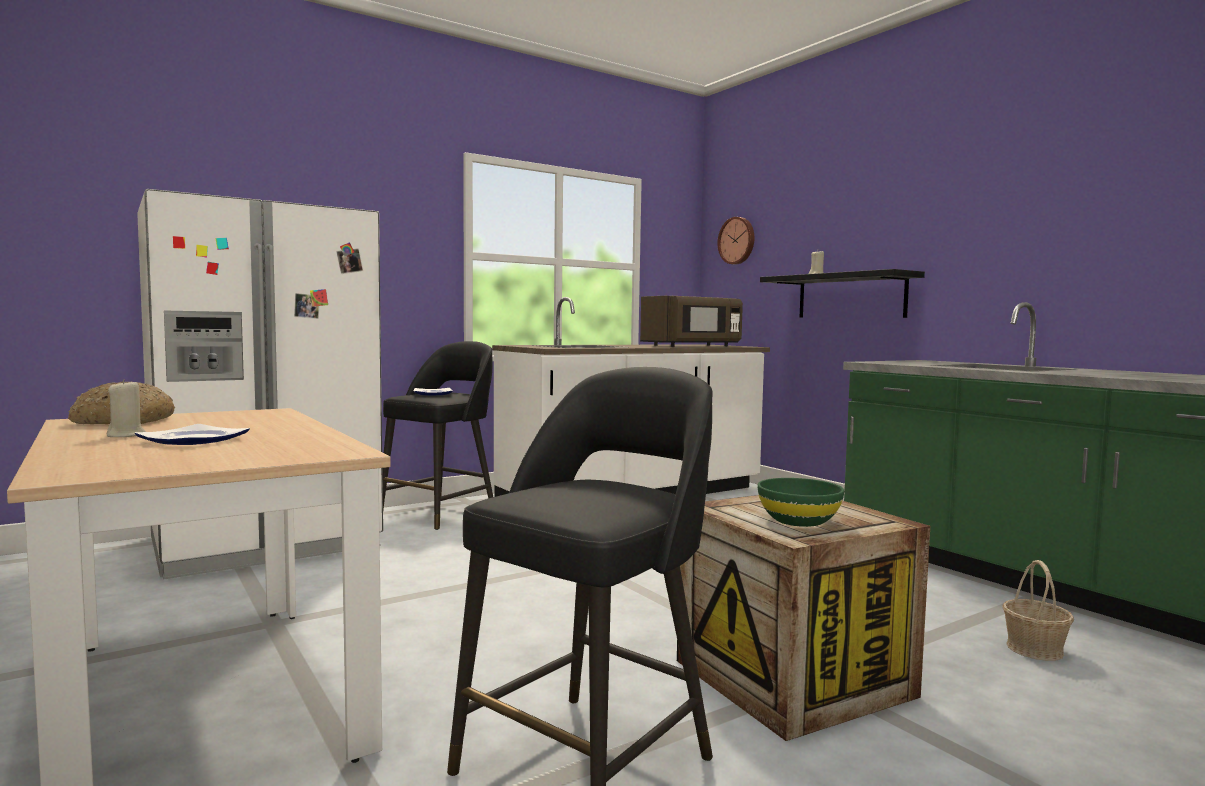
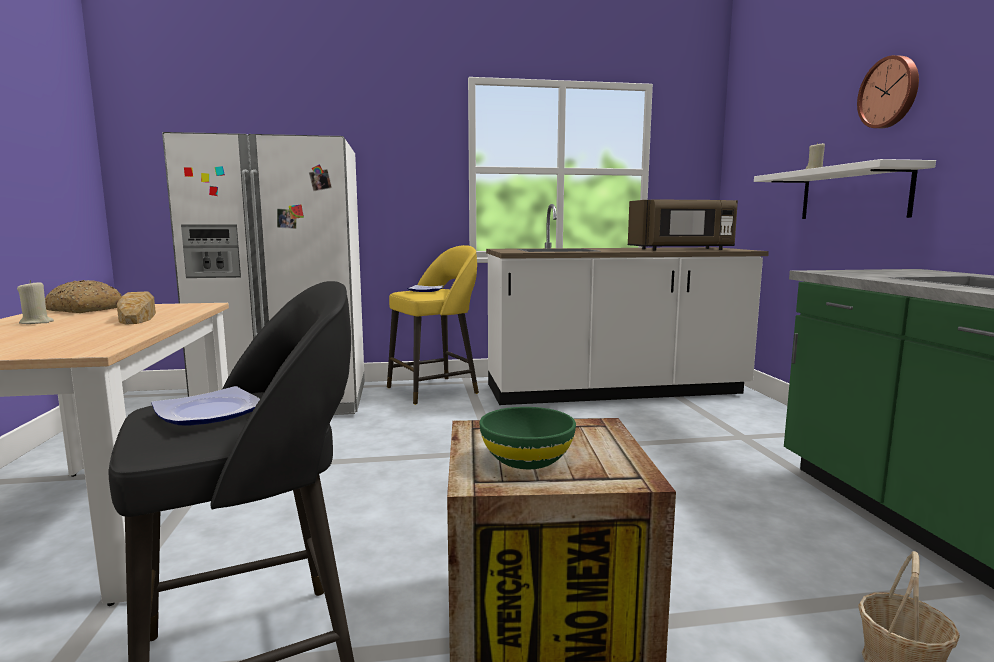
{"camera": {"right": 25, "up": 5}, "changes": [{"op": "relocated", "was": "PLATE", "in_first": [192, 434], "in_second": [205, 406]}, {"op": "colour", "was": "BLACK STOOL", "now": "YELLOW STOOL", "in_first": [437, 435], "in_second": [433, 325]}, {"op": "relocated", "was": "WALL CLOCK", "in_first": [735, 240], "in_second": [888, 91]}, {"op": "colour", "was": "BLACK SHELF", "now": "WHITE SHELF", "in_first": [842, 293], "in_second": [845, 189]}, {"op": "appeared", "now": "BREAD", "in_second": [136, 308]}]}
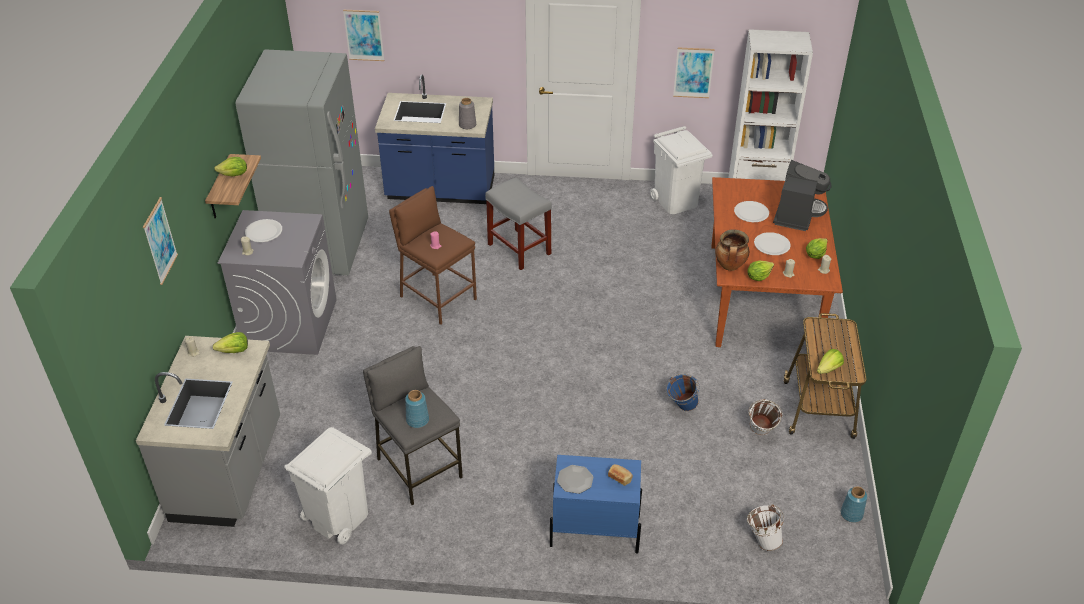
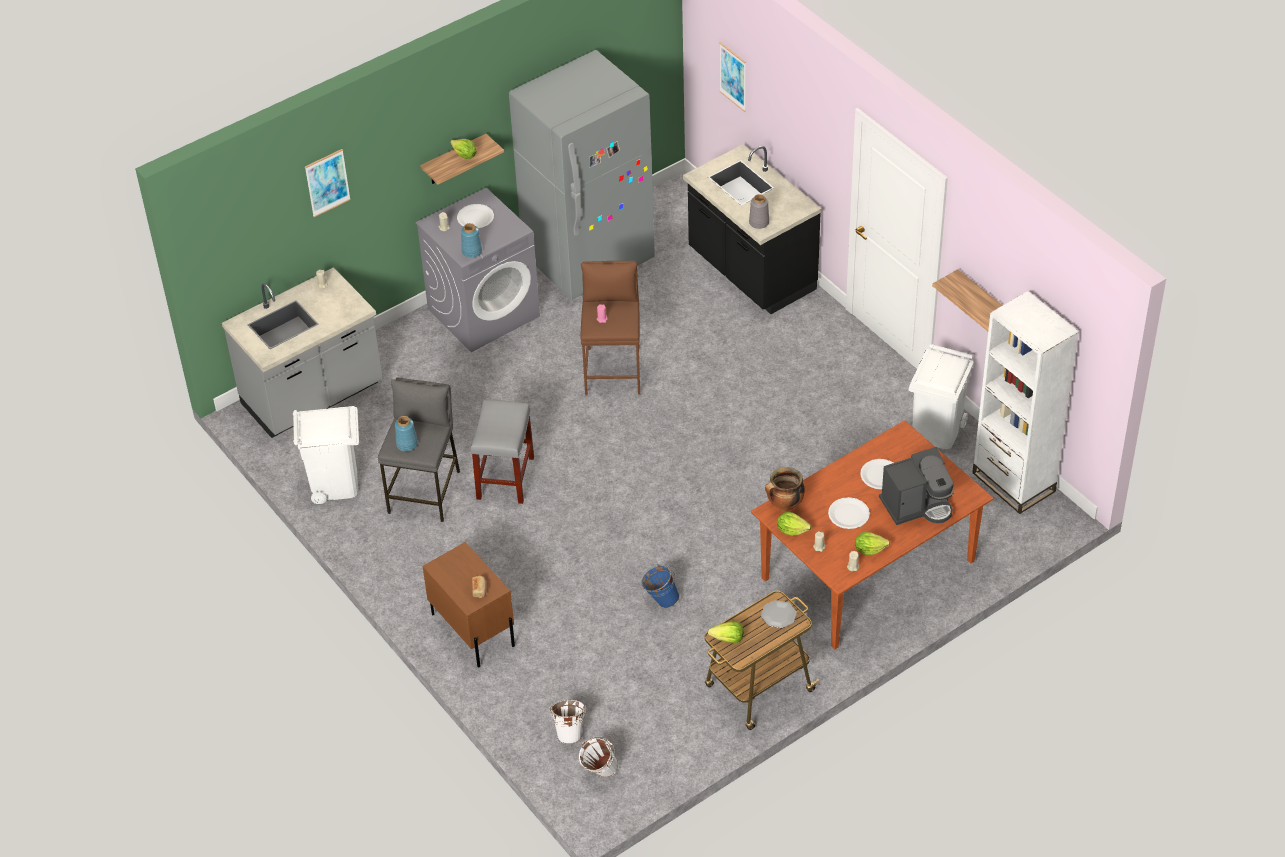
{"camera": {"right": 50, "up": 5}, "changes": [{"op": "missing", "was": "LETTUCE", "in_first": [230, 342]}, {"op": "colour", "was": "BLUE COUNTER", "now": "BLACK COUNTER", "in_first": [434, 139], "in_second": [752, 229]}, {"op": "relocated", "was": "GREY STOOL", "in_first": [518, 223], "in_second": [502, 452]}, {"op": "colour", "was": "BLUE NIGHTSTAND", "now": "BROWN NIGHTSTAND", "in_first": [596, 504], "in_second": [469, 604]}, {"op": "relocated", "was": "PLATE", "in_first": [575, 479], "in_second": [779, 614]}, {"op": "exchanged", "was": "PICTURE", "now": "SHELF", "in_first": [694, 72], "in_second": [967, 300]}, {"op": "relocated", "was": "WHITE BUCKET", "in_first": [766, 417], "in_second": [598, 757]}, {"op": "relocated", "was": "BLUE VASE", "in_first": [854, 504], "in_second": [471, 240]}]}
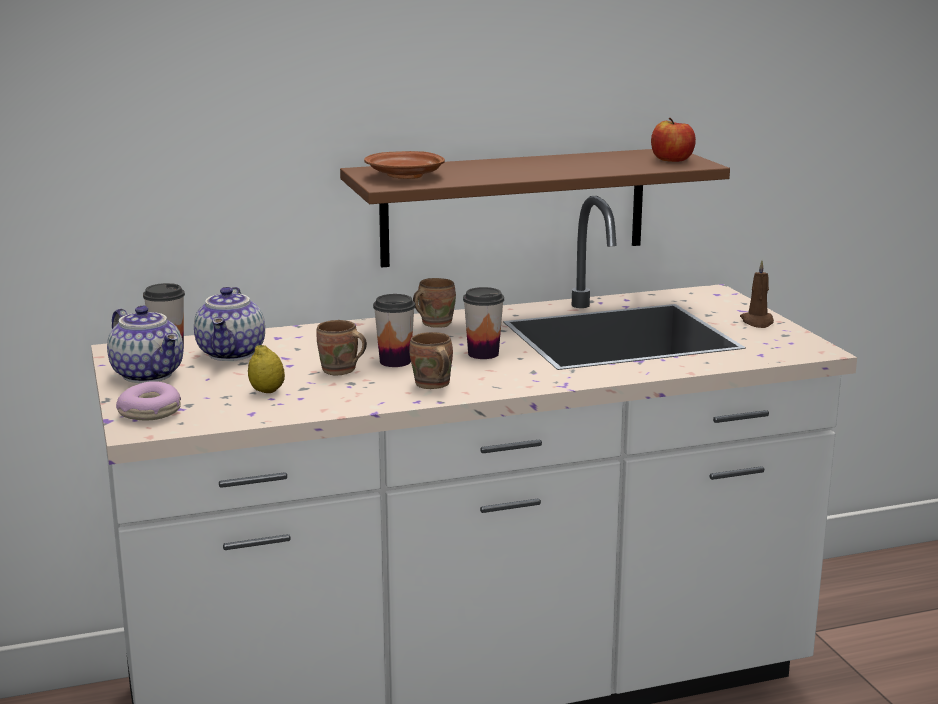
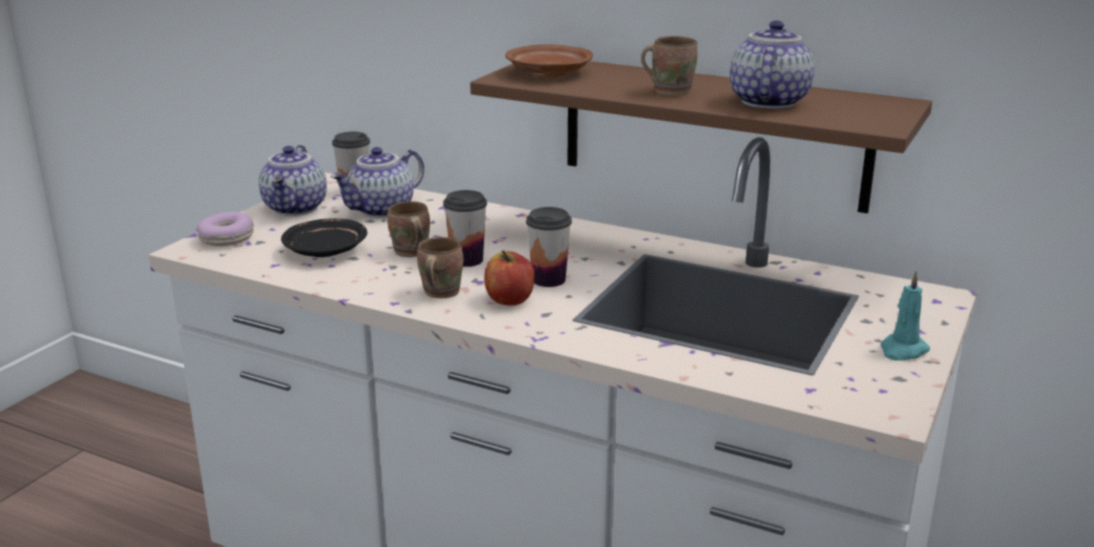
{"camera": {"right": 45, "up": 5}, "changes": [{"op": "exchanged", "was": "LEMON", "now": "BLACK PLATE", "in_first": [266, 369], "in_second": [324, 238]}, {"op": "relocated", "was": "BROWN MUG", "in_first": [434, 303], "in_second": [669, 66]}, {"op": "relocated", "was": "APPLE", "in_first": [673, 140], "in_second": [509, 278]}, {"op": "colour", "was": "BROWN CANDLE", "now": "TURQUOISE CANDLE", "in_first": [757, 294], "in_second": [905, 316]}, {"op": "appeared", "now": "TEAPOT", "in_second": [772, 64]}]}
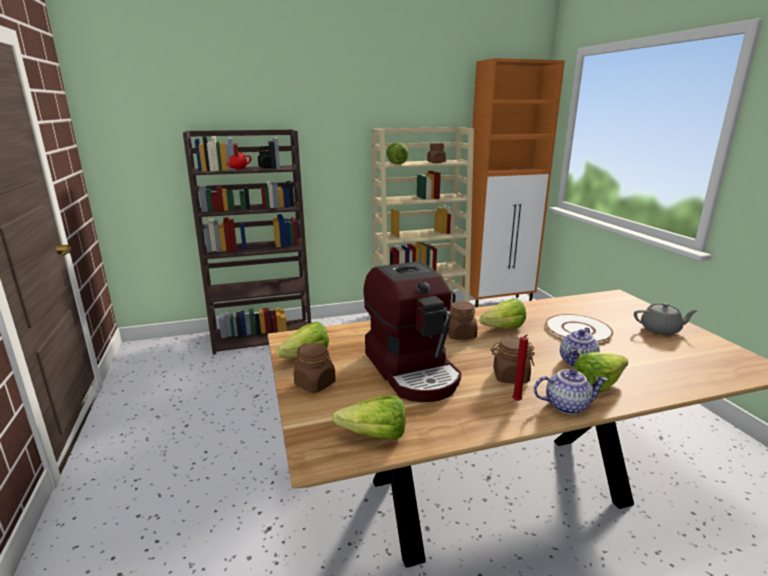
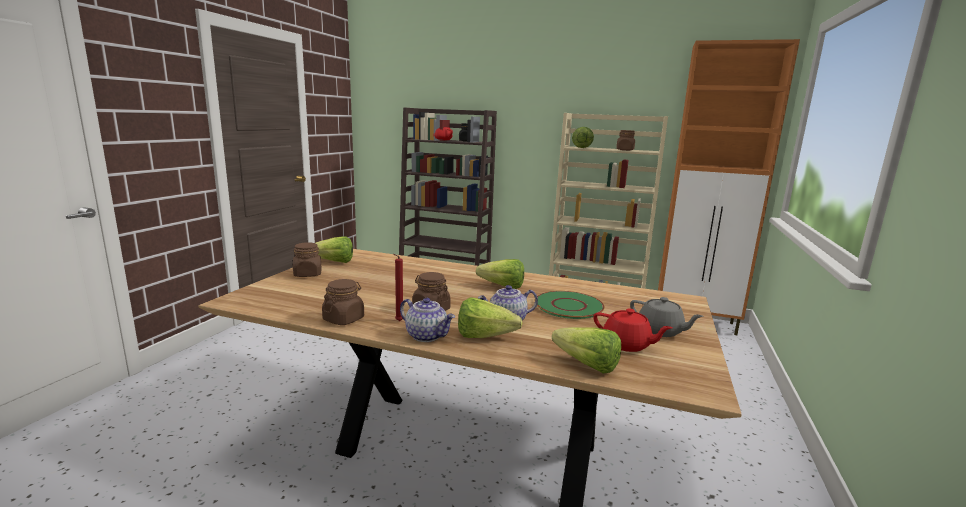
{"camera": {"right": 35, "up": -5}, "changes": [{"op": "relocated", "was": "LETTUCE", "in_first": [369, 417], "in_second": [586, 350]}, {"op": "missing", "was": "COFFEE MACHINE", "in_first": [412, 331]}, {"op": "relocated", "was": "BROWN JAR", "in_first": [462, 320], "in_second": [343, 302]}, {"op": "colour", "was": "WHITE PLATE", "now": "GREEN PLATE", "in_first": [579, 328], "in_second": [569, 305]}, {"op": "appeared", "now": "RED TEAPOT", "in_second": [633, 330]}]}
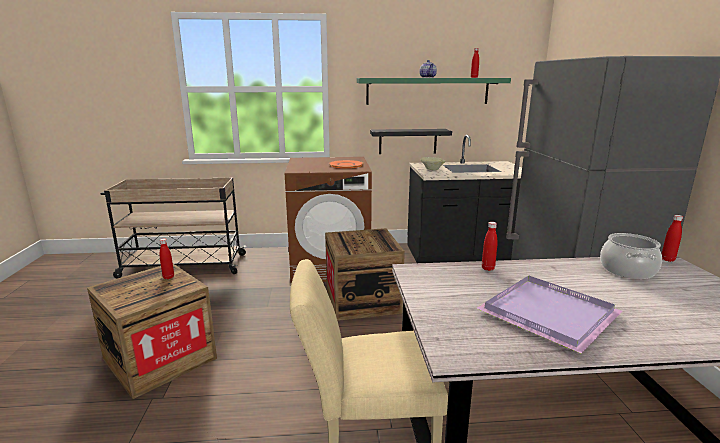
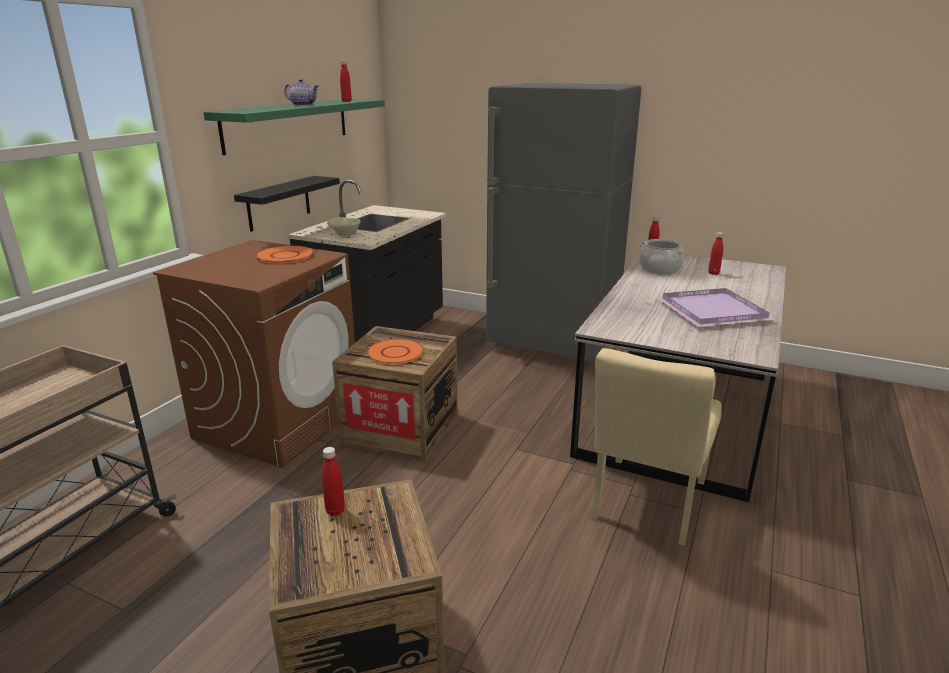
{"camera": {"right": -60, "up": 5}, "changes": [{"op": "relocated", "was": "RED BOTTLE", "in_first": [489, 246], "in_second": [715, 253]}, {"op": "appeared", "now": "ORANGE PLATE", "in_second": [395, 351]}]}
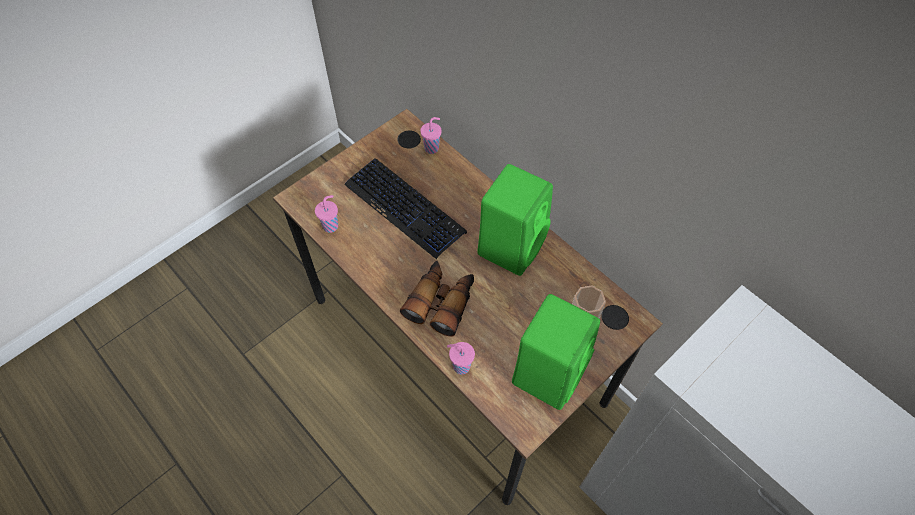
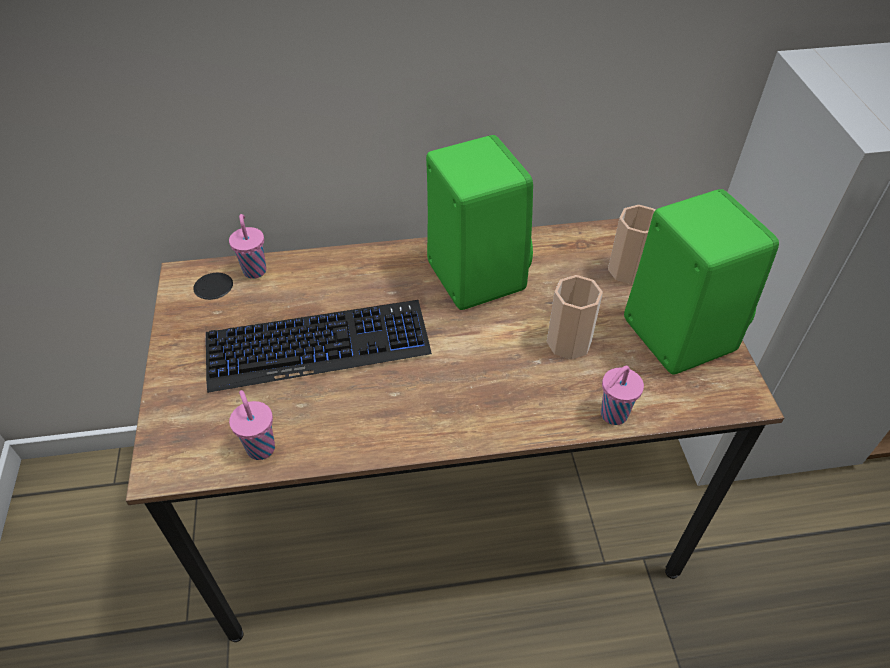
{"camera": {"right": -55, "up": -10}, "changes": [{"op": "missing", "was": "BINOCULARS", "in_first": [437, 299]}, {"op": "appeared", "now": "CUP", "in_second": [575, 317]}]}
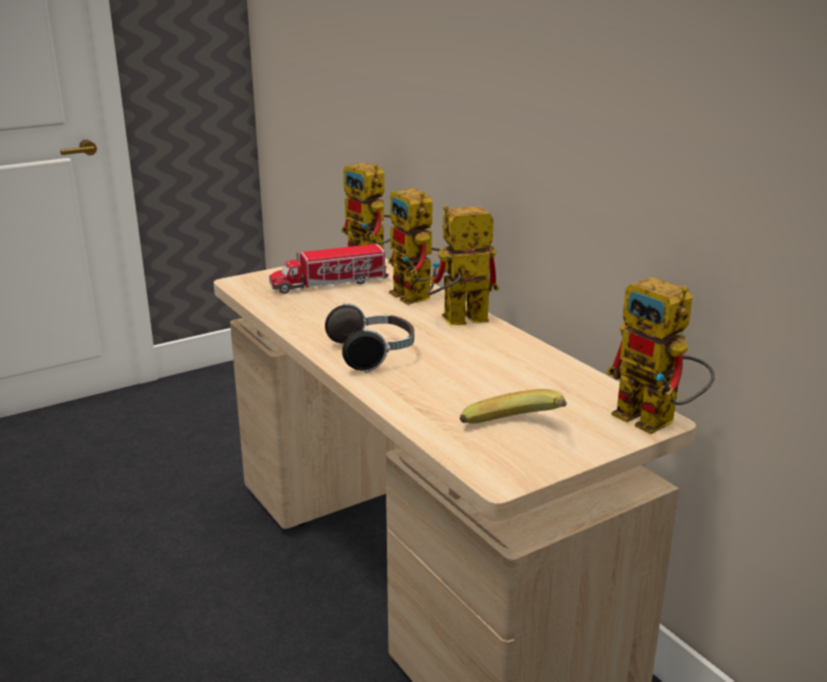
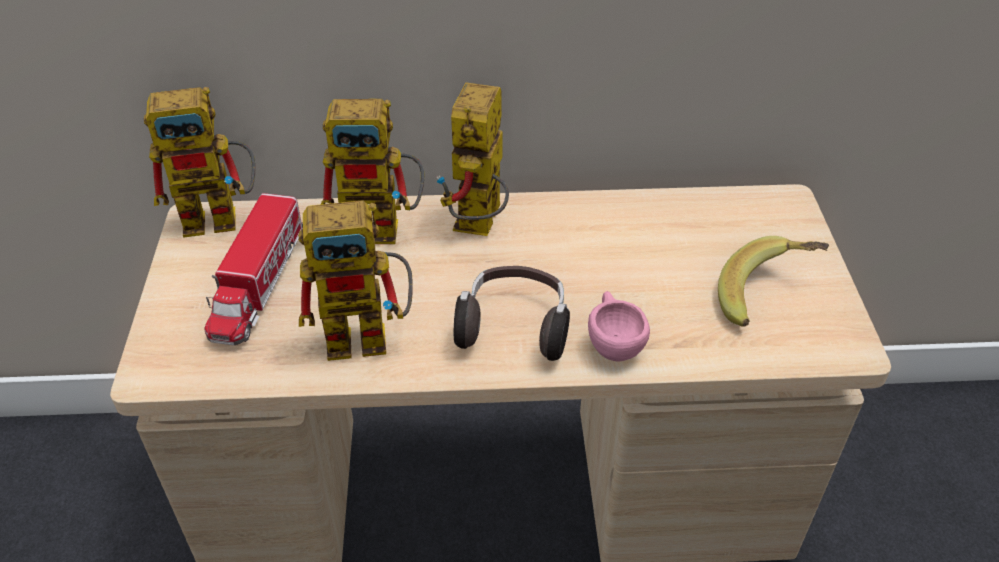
{"camera": {"right": -60, "up": 20}, "changes": [{"op": "relocated", "was": "TOY ROBOT", "in_first": [660, 355], "in_second": [355, 280]}, {"op": "appeared", "now": "PINK CUP", "in_second": [619, 326]}]}
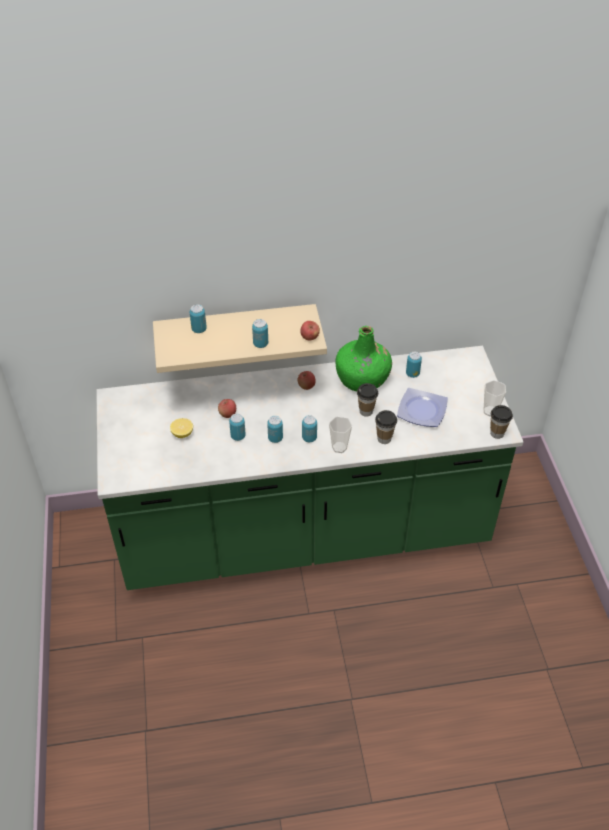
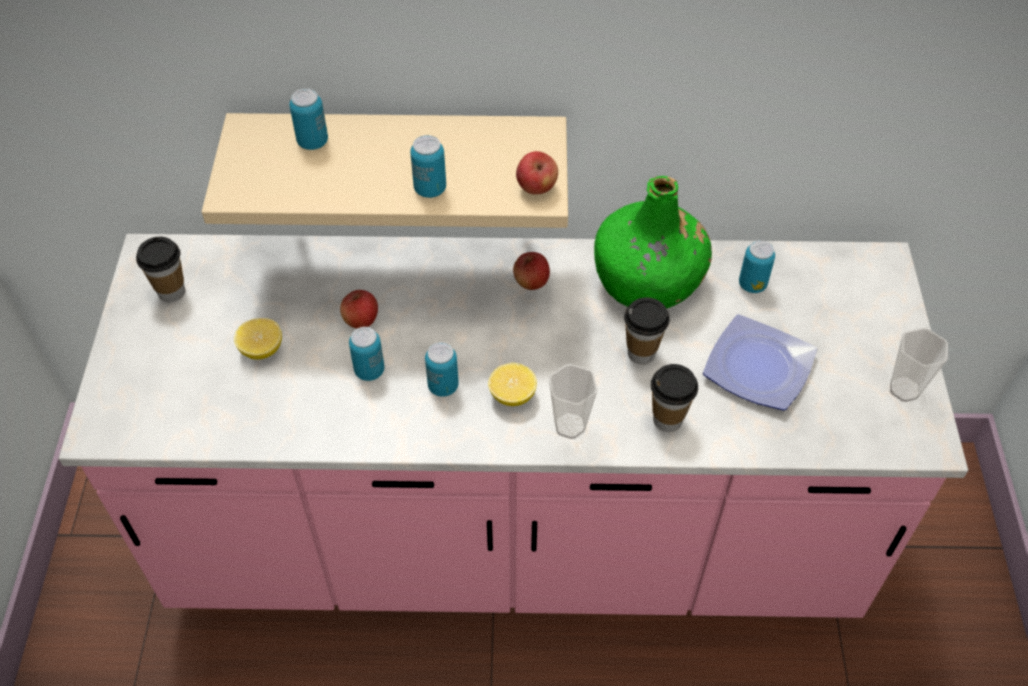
{"camera": {"right": 10, "up": 5}, "changes": [{"op": "colour", "was": "GREEN COUNTER", "now": "PINK COUNTER", "in_first": [309, 468], "in_second": [513, 426]}, {"op": "exchanged", "was": "CAN", "now": "LEMON", "in_first": [309, 428], "in_second": [512, 384]}, {"op": "relocated", "was": "CUP", "in_first": [501, 422], "in_second": [160, 269]}]}
